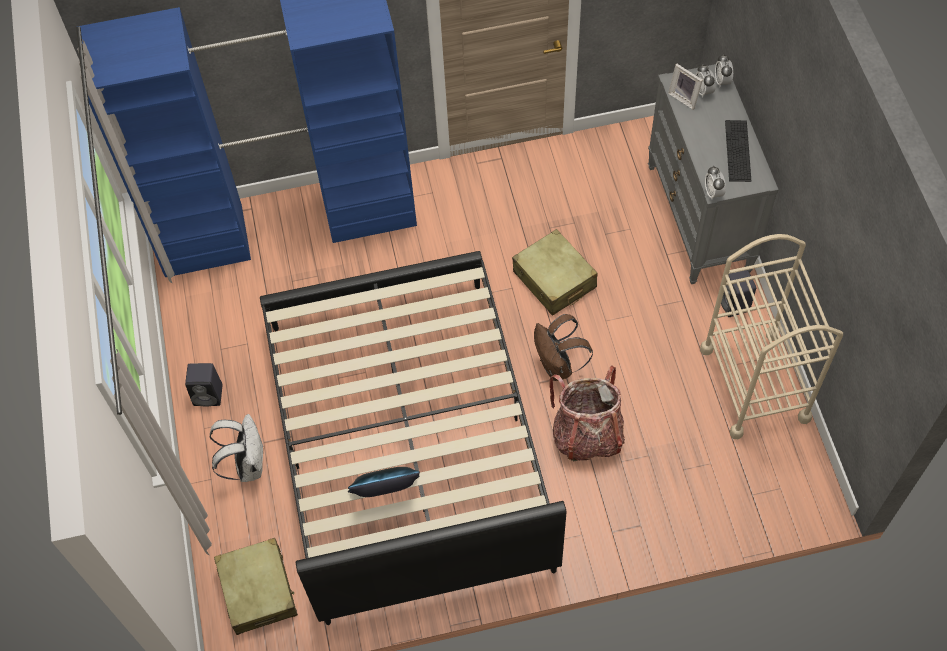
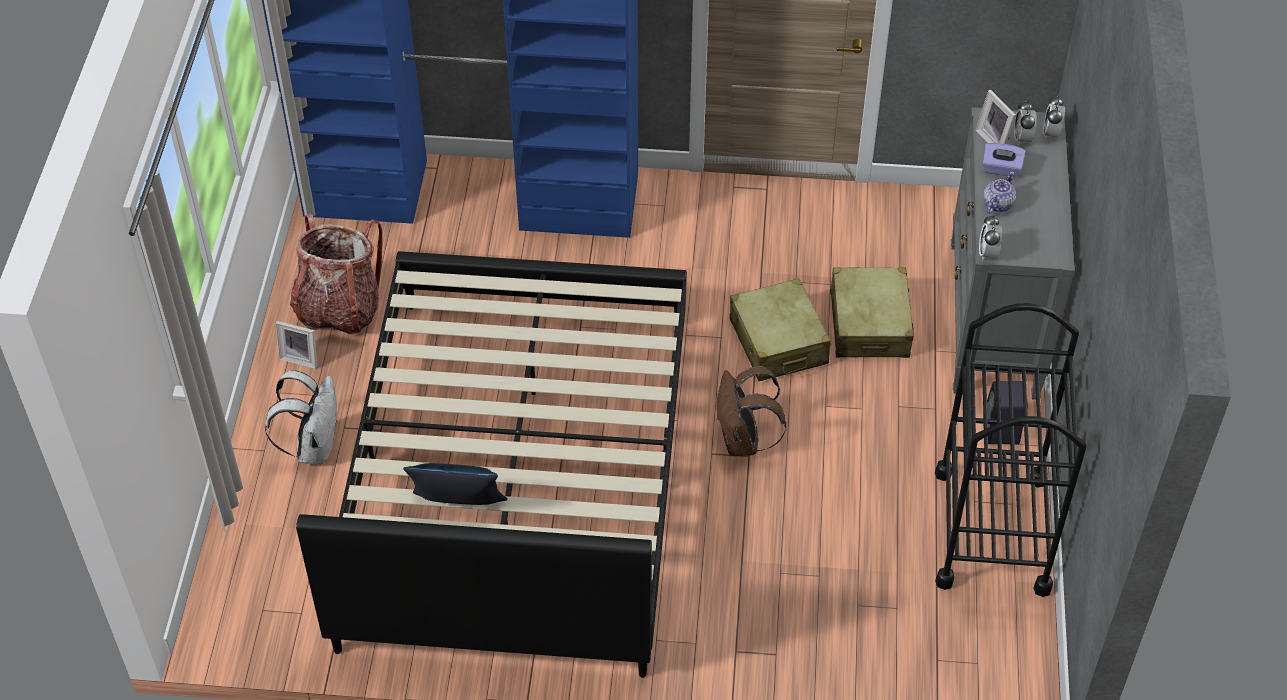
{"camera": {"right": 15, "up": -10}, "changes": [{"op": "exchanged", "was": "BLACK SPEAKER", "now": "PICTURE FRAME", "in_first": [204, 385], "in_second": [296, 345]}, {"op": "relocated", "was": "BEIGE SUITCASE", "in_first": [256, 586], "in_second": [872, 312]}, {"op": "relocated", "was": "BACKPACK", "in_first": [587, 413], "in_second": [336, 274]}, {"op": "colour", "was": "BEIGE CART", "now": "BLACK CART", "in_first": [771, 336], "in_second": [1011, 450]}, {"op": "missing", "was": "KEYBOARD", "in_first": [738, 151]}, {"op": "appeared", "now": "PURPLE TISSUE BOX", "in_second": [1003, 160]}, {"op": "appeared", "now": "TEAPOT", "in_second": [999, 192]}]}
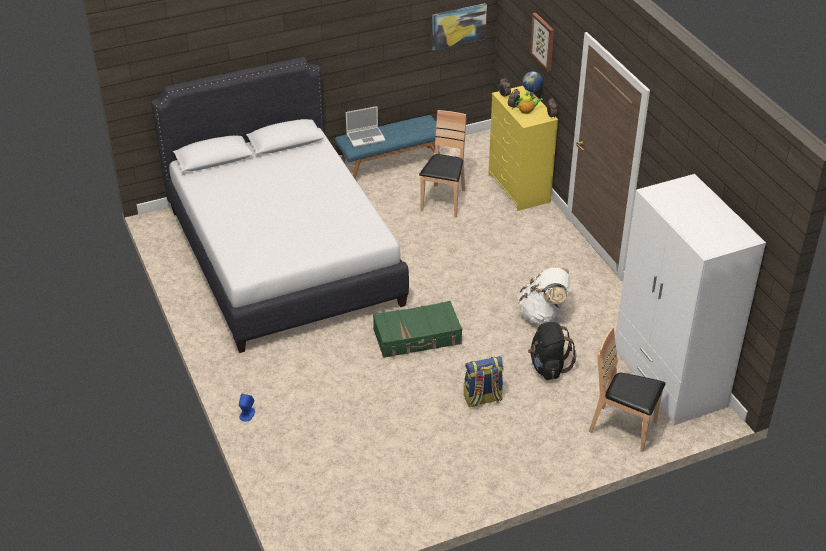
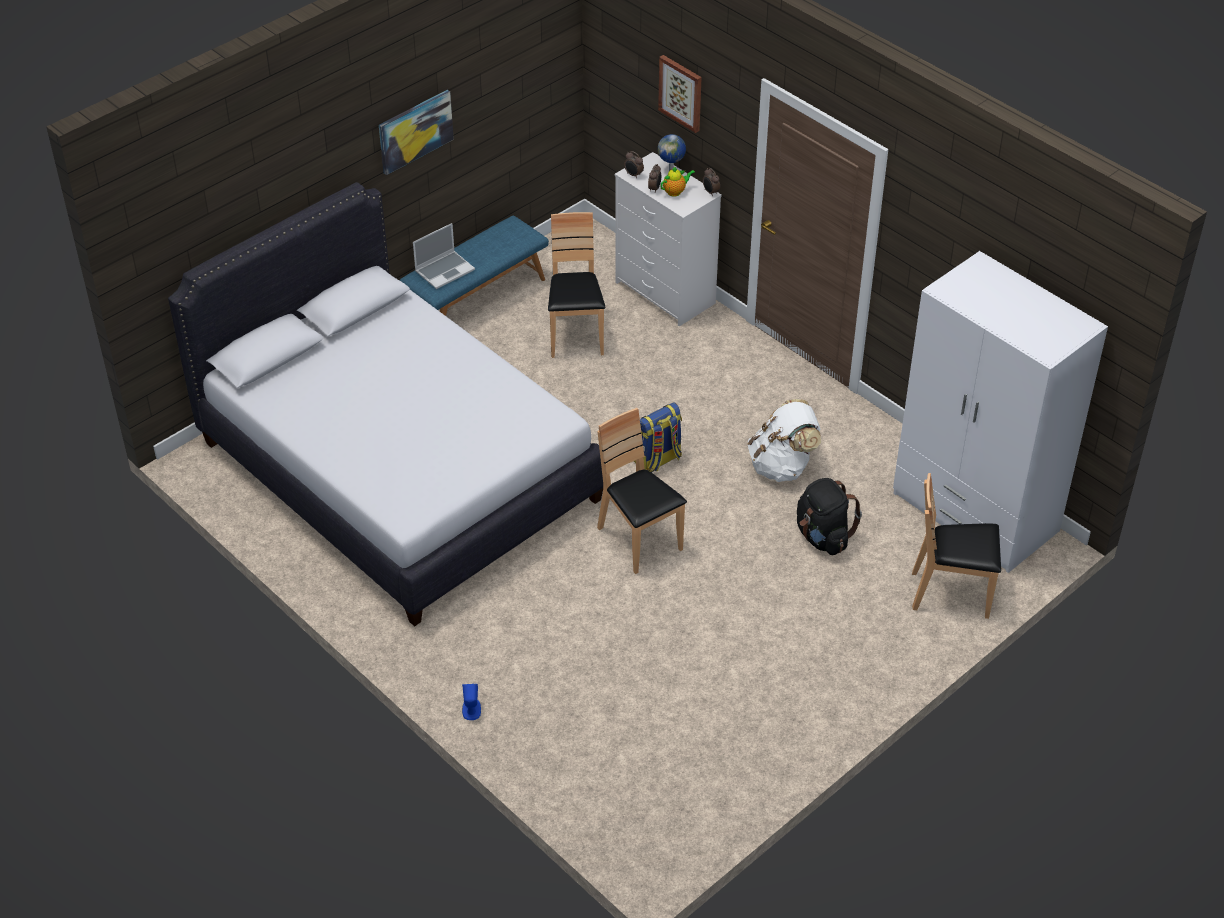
{"camera": {"right": -20, "up": 5}, "changes": [{"op": "exchanged", "was": "GREEN SUITCASE", "now": "BROWN CHAIR", "in_first": [417, 329], "in_second": [642, 491]}, {"op": "relocated", "was": "PICTURE", "in_first": [459, 27], "in_second": [416, 132]}, {"op": "relocated", "was": "BACKPACK", "in_first": [484, 381], "in_second": [658, 437]}, {"op": "colour", "was": "YELLOW DRESSER", "now": "WHITE DRESSER", "in_first": [523, 148], "in_second": [668, 239]}]}
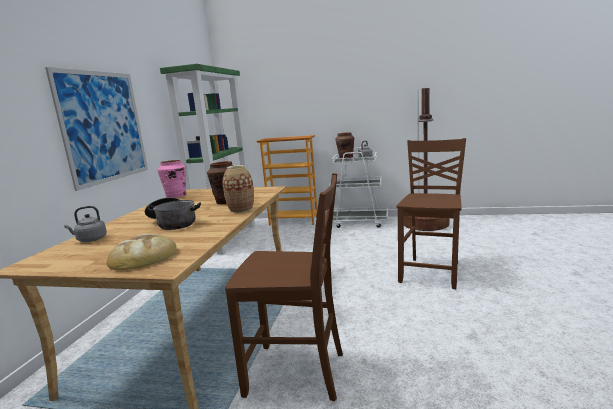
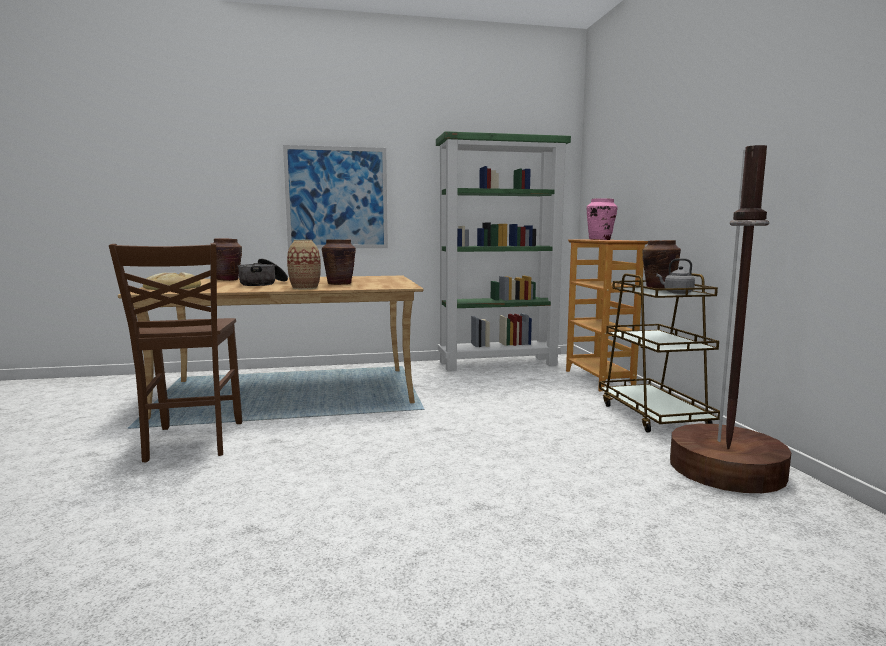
{"camera": {"right": 65, "up": -5}, "changes": [{"op": "exchanged", "was": "GREY KETTLE", "now": "BROWN VASE", "in_first": [85, 224], "in_second": [228, 259]}, {"op": "relocated", "was": "PINK VASE", "in_first": [171, 179], "in_second": [602, 219]}, {"op": "colour", "was": "WHITE CART", "now": "BROWN CART", "in_first": [358, 188], "in_second": [659, 352]}, {"op": "missing", "was": "BROWN CHAIR", "in_first": [431, 213]}]}
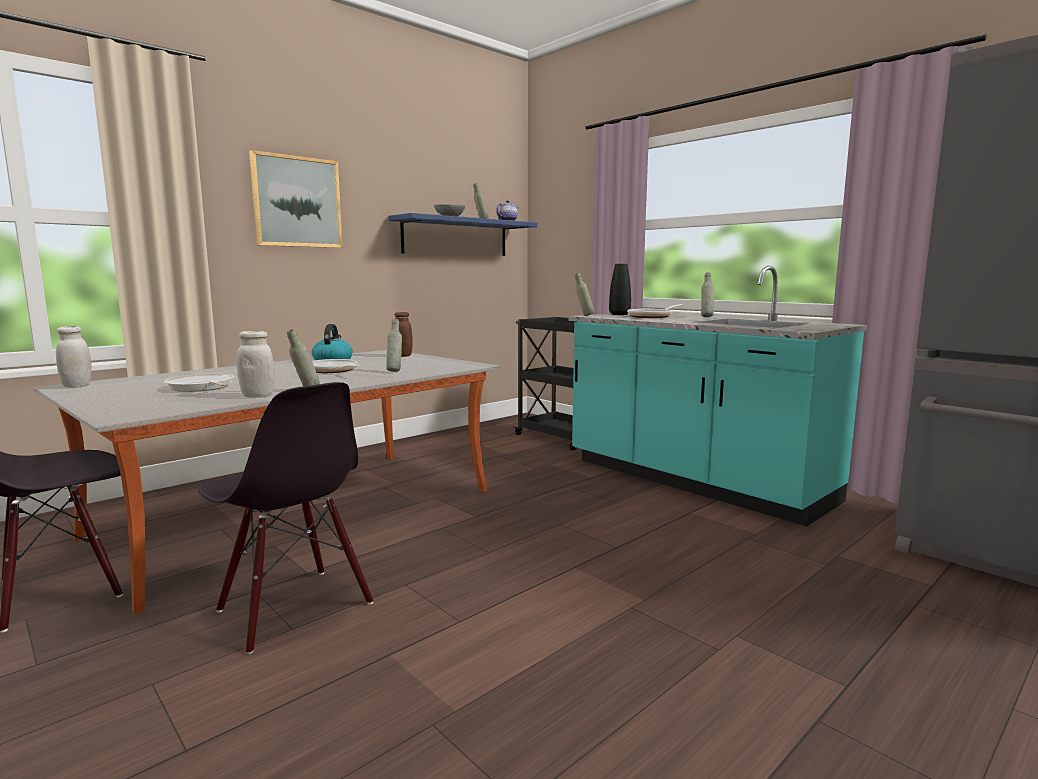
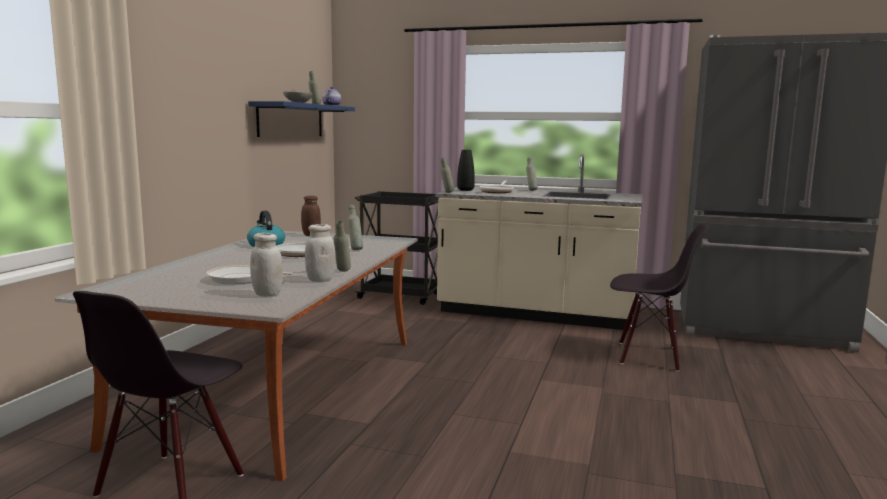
{"camera": {"right": -30, "up": 0}, "changes": [{"op": "relocated", "was": "WHITE JAR", "in_first": [74, 357], "in_second": [266, 265]}, {"op": "relocated", "was": "BLACK CHAIR", "in_first": [285, 518], "in_second": [660, 298]}, {"op": "missing", "was": "PICTURE", "in_first": [296, 199]}, {"op": "colour", "was": "TURQUOISE COUNTER", "now": "BEIGE COUNTER", "in_first": [718, 396], "in_second": [539, 242]}]}
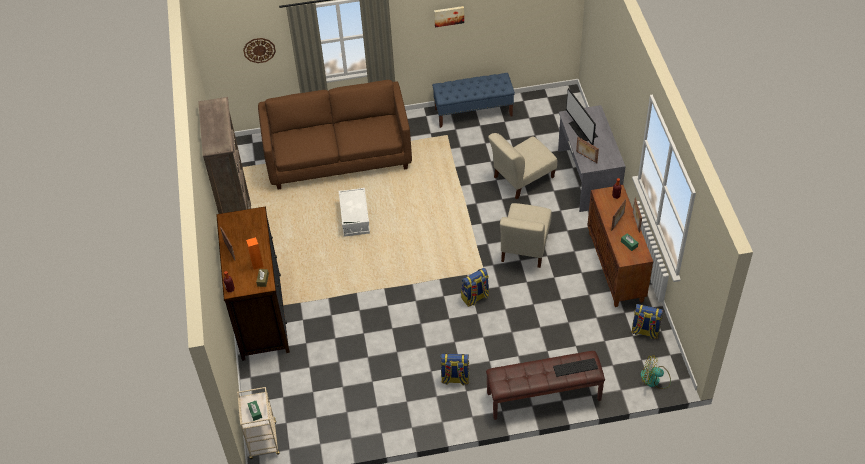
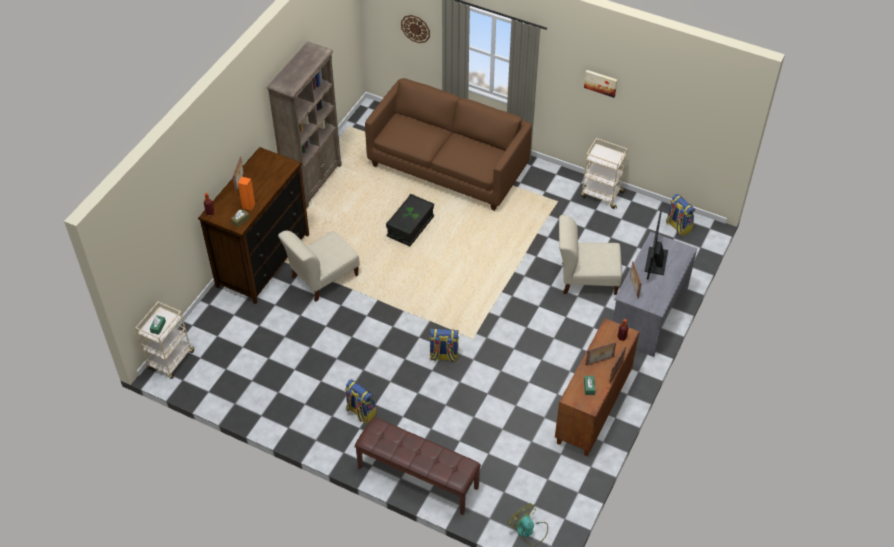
{"camera": {"right": 35, "up": 0}, "changes": [{"op": "colour", "was": "WHITE STORAGE BOX", "now": "BLACK STORAGE BOX", "in_first": [354, 212], "in_second": [410, 220]}, {"op": "exchanged", "was": "BLUE BENCH", "now": "BEIGE CART", "in_first": [473, 100], "in_second": [604, 173]}, {"op": "relocated", "was": "BEIGE CHAIR", "in_first": [526, 235], "in_second": [319, 266]}, {"op": "missing", "was": "KEYBOARD", "in_first": [575, 367]}, {"op": "relocated", "was": "BACKPACK", "in_first": [647, 321], "in_second": [680, 215]}]}
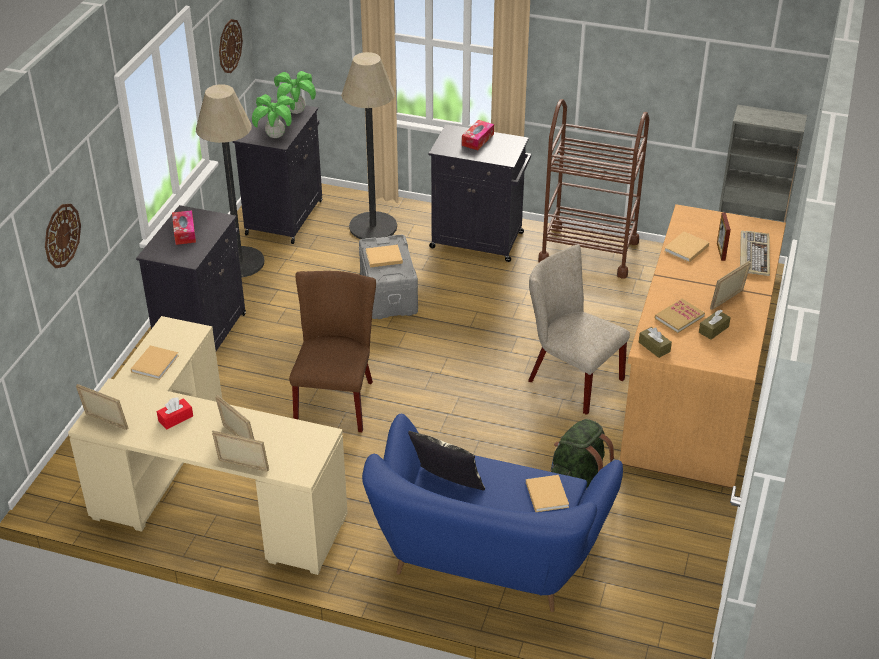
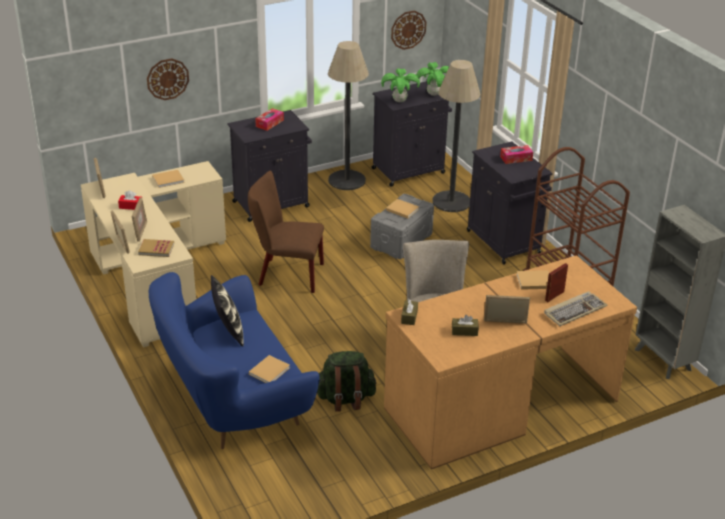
{"camera": {"right": 45, "up": -5}, "changes": [{"op": "spun", "was": "BROWN CHAIR", "in_first": [332, 351], "in_second": [286, 232], "clockwise": -135}, {"op": "relocated", "was": "BOOK", "in_first": [680, 316], "in_second": [156, 248]}]}
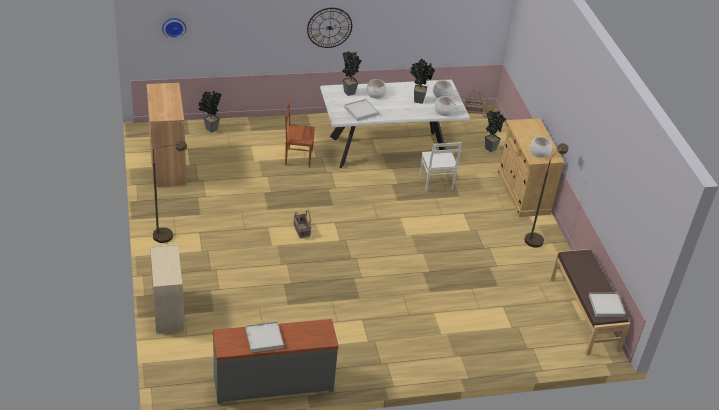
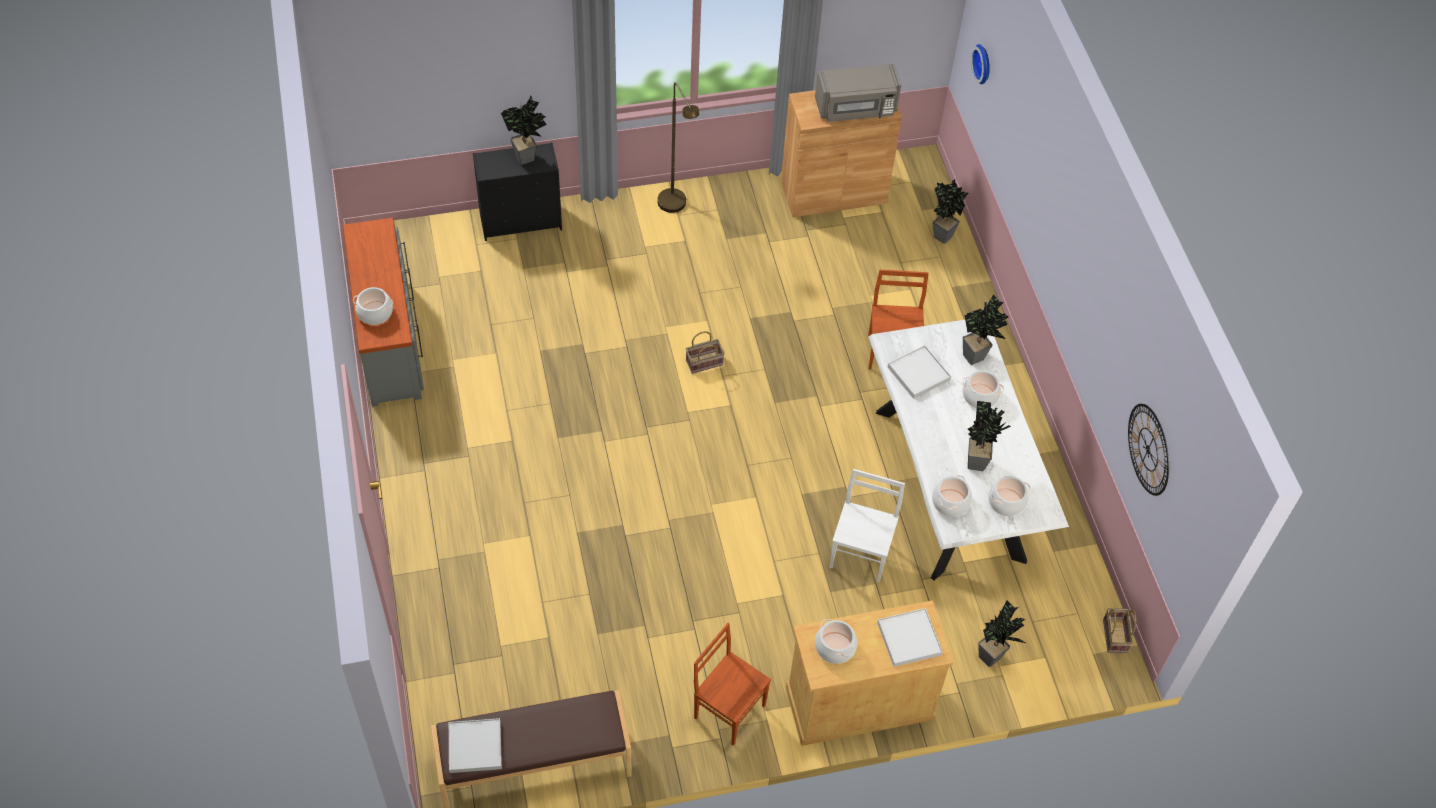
{"camera": {"right": 90, "up": 15}, "changes": [{"op": "colour", "was": "BEIGE DRESSER", "now": "BLACK DRESSER", "in_first": [167, 288], "in_second": [517, 191]}, {"op": "relocated", "was": "WHITE TRAY", "in_first": [265, 337], "in_second": [910, 637]}, {"op": "relocated", "was": "WALL CLOCK", "in_first": [329, 28], "in_second": [1148, 450]}, {"op": "spun", "was": "WHITE CHAIR", "in_first": [441, 166], "in_second": [867, 525], "clockwise": 120}, {"op": "exchanged", "was": "BROWN FLOOR LAMP", "now": "BROWN CHAIR", "in_first": [546, 195], "in_second": [732, 684]}, {"op": "appeared", "now": "COOKING POT", "in_second": [373, 306]}, {"op": "appeared", "now": "POTTED PLANT", "in_second": [524, 130]}, {"op": "appeared", "now": "GREY MICROWAVE", "in_second": [858, 93]}]}
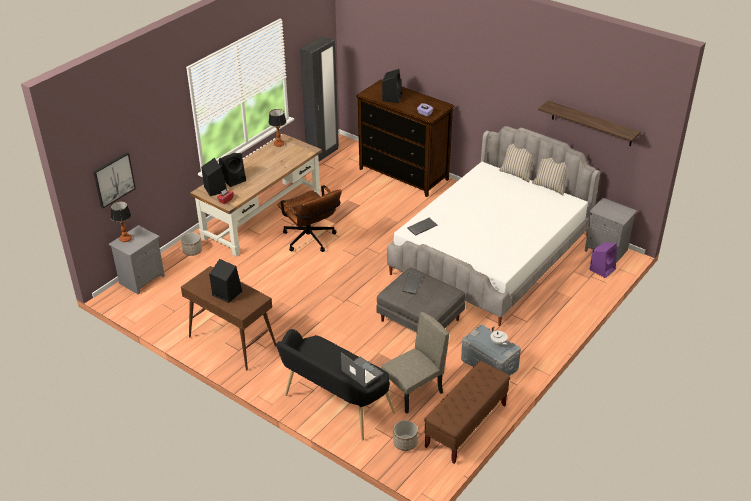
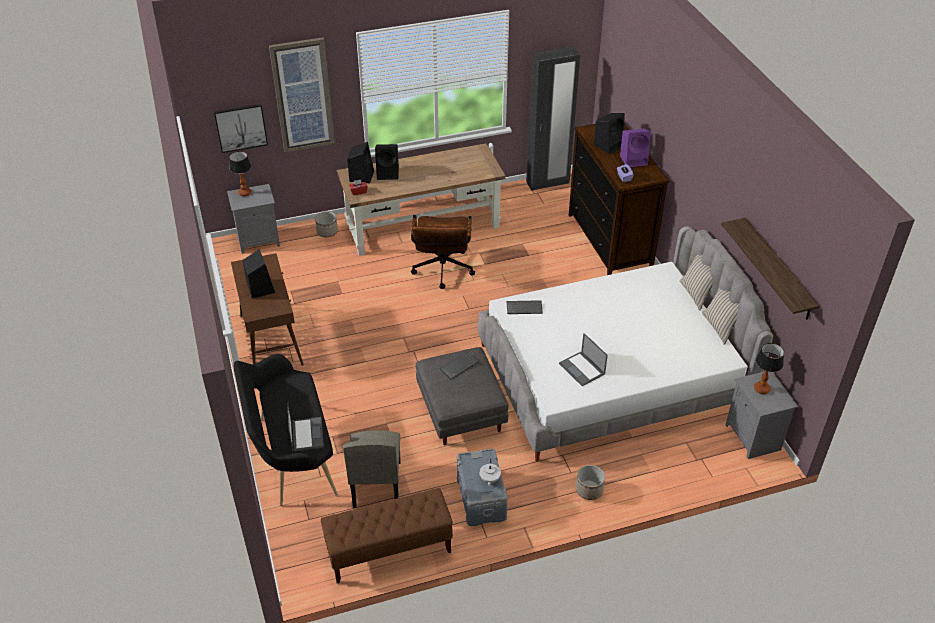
{"camera": {"right": 35, "up": 5}, "changes": [{"op": "relocated", "was": "TABLE LAMP", "in_first": [277, 128], "in_second": [769, 368]}, {"op": "spun", "was": "BEIGE CHAIR", "in_first": [415, 363], "in_second": [372, 469], "clockwise": 90}, {"op": "relocated", "was": "PLANTER", "in_first": [405, 435], "in_second": [590, 482]}, {"op": "relocated", "was": "PURPLE SPEAKER", "in_first": [603, 260], "in_second": [635, 147]}, {"op": "appeared", "now": "PICTURE", "in_second": [302, 94]}, {"op": "appeared", "now": "LAPTOP", "in_second": [583, 359]}]}
